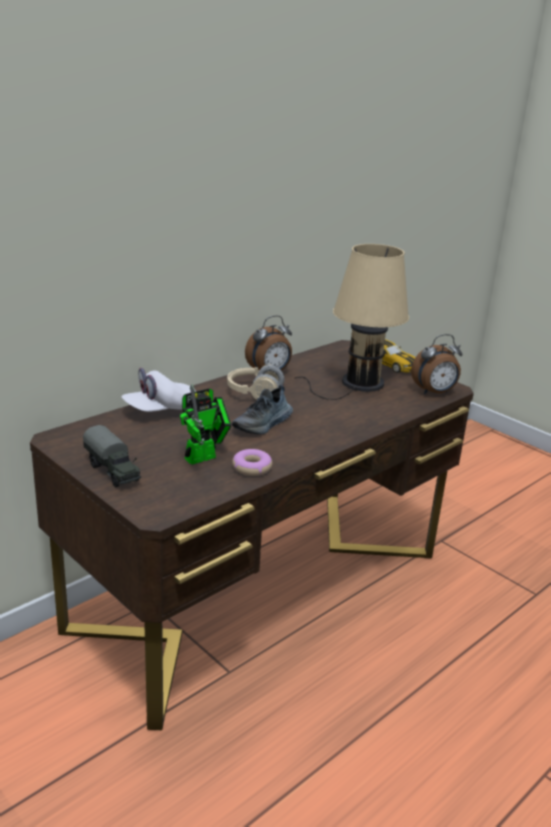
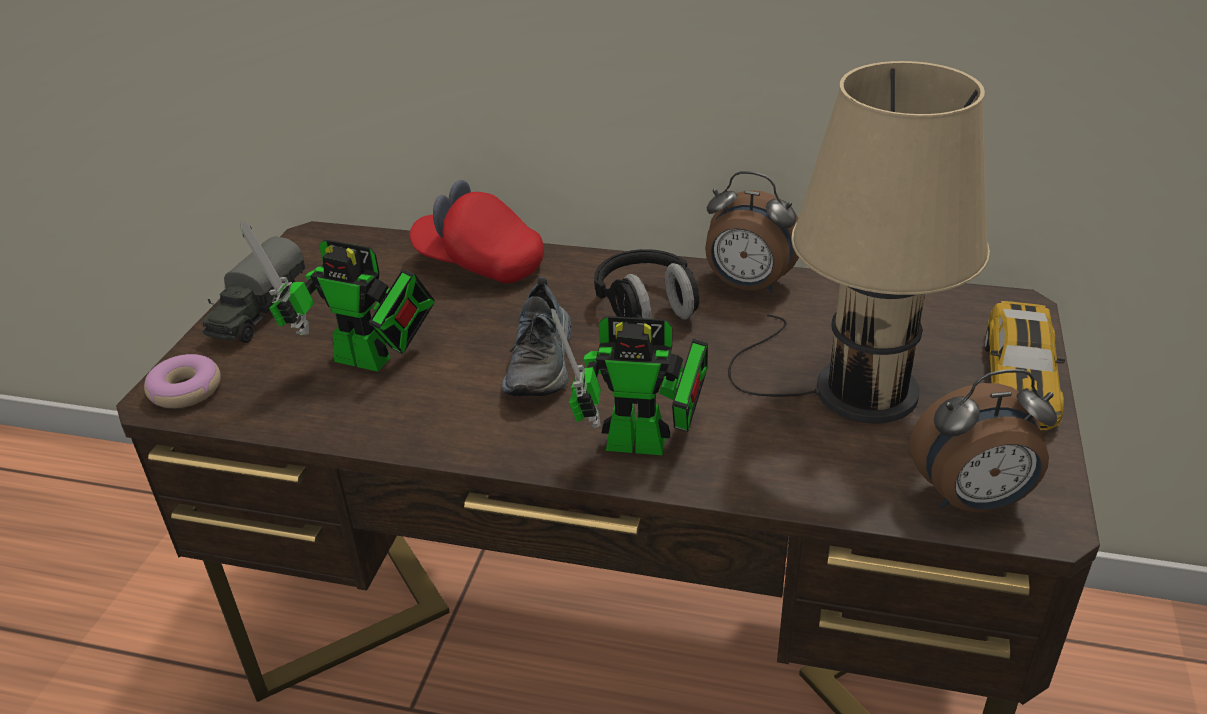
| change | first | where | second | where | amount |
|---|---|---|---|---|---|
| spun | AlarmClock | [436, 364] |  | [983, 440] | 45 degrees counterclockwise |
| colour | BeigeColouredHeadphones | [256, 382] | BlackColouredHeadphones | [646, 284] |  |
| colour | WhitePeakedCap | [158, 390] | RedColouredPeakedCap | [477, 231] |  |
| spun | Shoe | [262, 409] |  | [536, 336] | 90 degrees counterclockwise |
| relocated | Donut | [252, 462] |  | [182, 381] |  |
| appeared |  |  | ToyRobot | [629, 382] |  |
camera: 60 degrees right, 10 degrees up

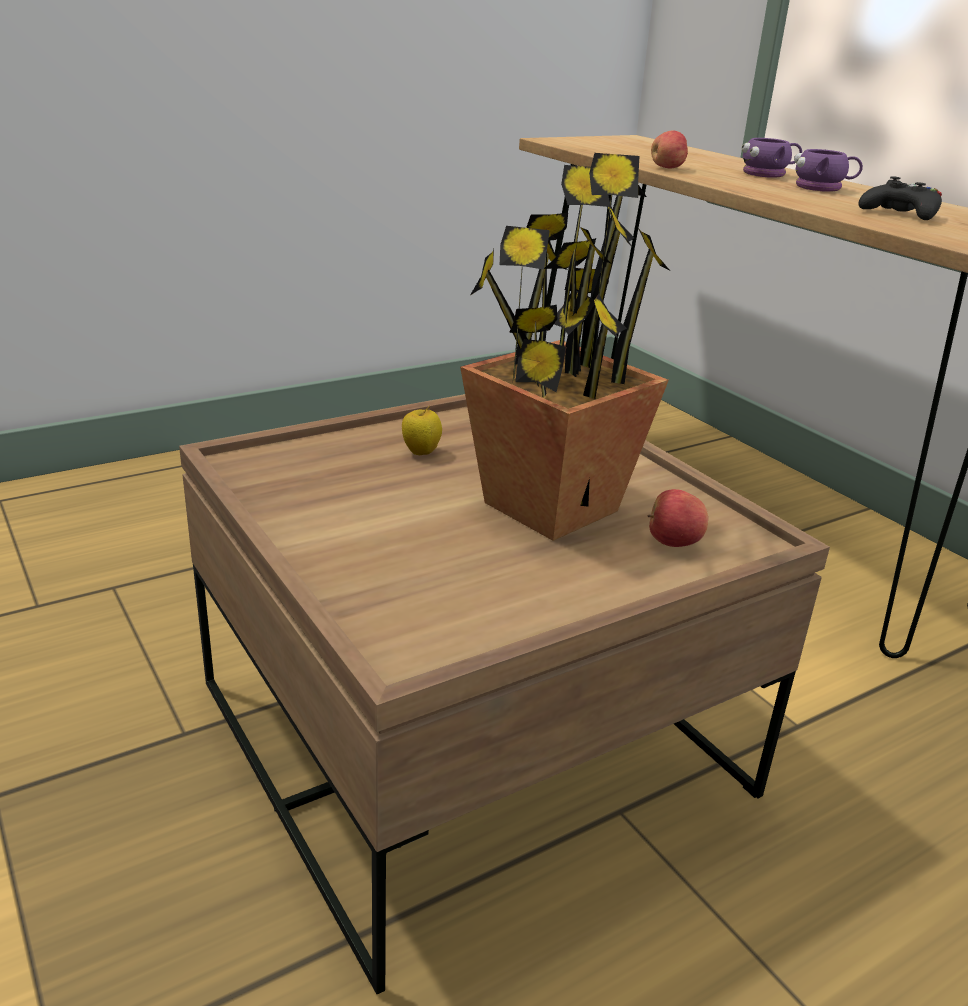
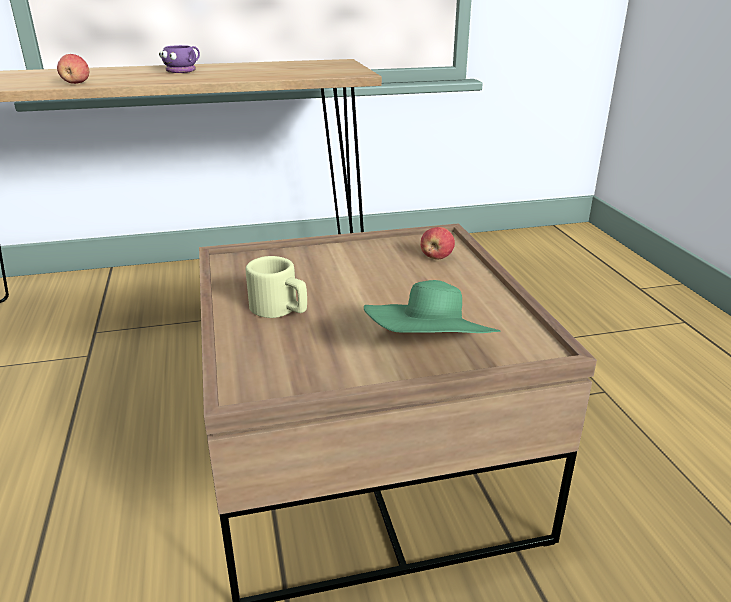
| change | first | where | second | where | amount |
|---|---|---|---|---|---|
| missing | PurpleCoffeeMug | [772, 158] |  |  |  |
| missing | PlantInAPot | [565, 347] |  |  |  |
| missing | BlackColouredGamepad | [900, 198] |  |  |  |
| exchanged | Apple | [422, 430] | BeigeColouredCoffeeMug | [276, 287] |  |
| appeared |  |  | GreenColouredWearableHat | [432, 306] |  |
camera: 70 degrees left, 0 degrees up

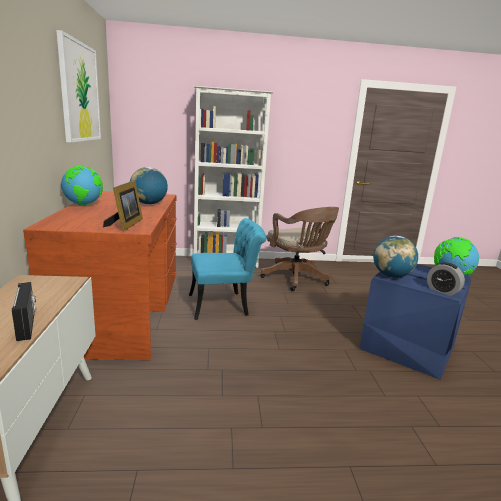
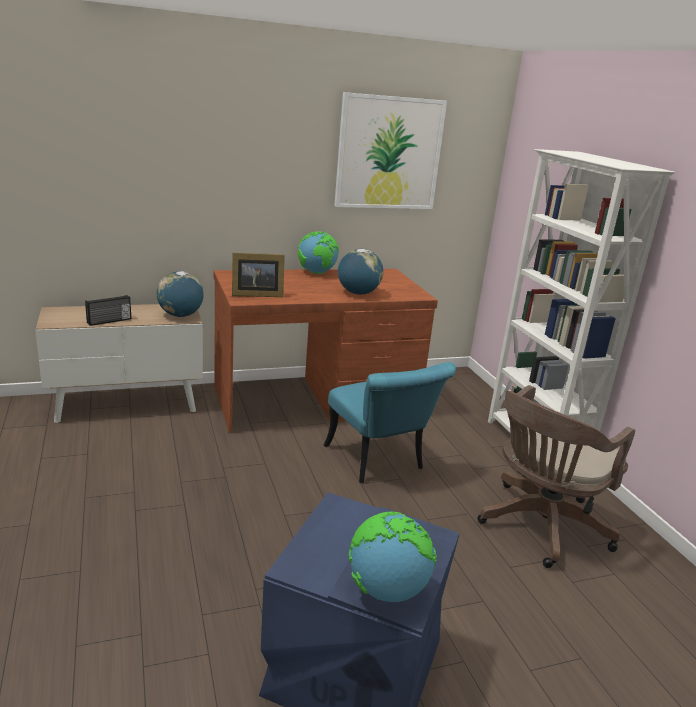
| change | first | where | second | where | amount |
|---|---|---|---|---|---|
| relocated | Globe | [395, 257] |  | [180, 294] |  |
| missing | AlarmClock | [446, 279] |  |  |  |
camera: 75 degrees right, 5 degrees up

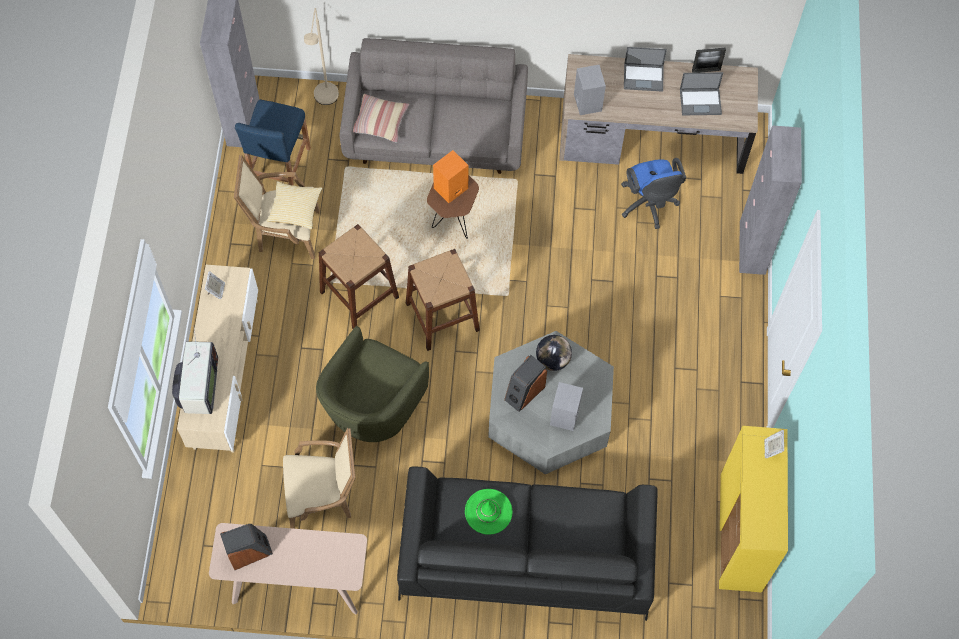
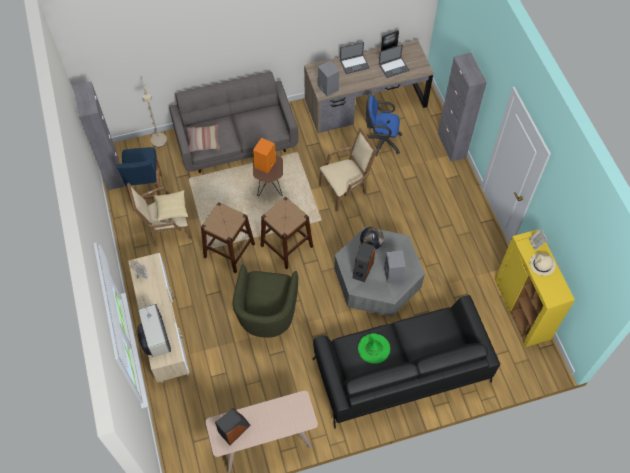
| change | first | where | second | where | amount |
|---|---|---|---|---|---|
| spun | BluishOfficeChair | [653, 193] |  | [384, 125] | 135 degrees clockwise |
| relocated | BeigeColouredLoungeChair | [319, 478] |  | [348, 170] |  |
| appeared |  |  | BeigeColouredWearableHat | [543, 264] |  |
camera: 20 degrees left, 5 degrees down

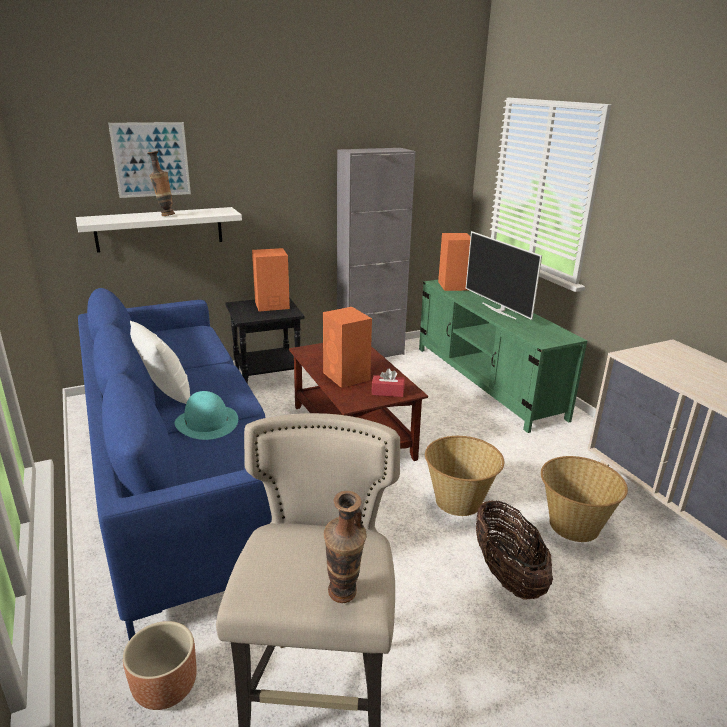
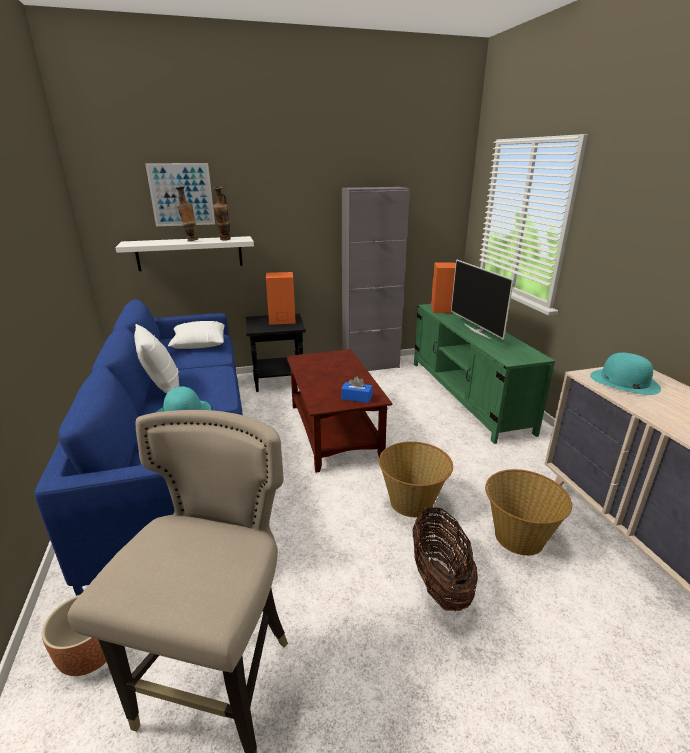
| change | first | where | second | where | amount |
|---|---|---|---|---|---|
| missing | OrangeLoudspeaker | [347, 347] |  |  |  |
| colour | RedColouredTissueBox | [388, 383] | BluishTissueBox | [356, 389] |  |
| relocated | FlowerVase | [345, 547] |  | [222, 213] |  |
| appeared |  |  | WhiteCushion | [196, 335] |  |
| appeared |  |  | TurquoiseColouredWearableHat | [625, 374] |  |
camera: 10 degrees right, 0 degrees up

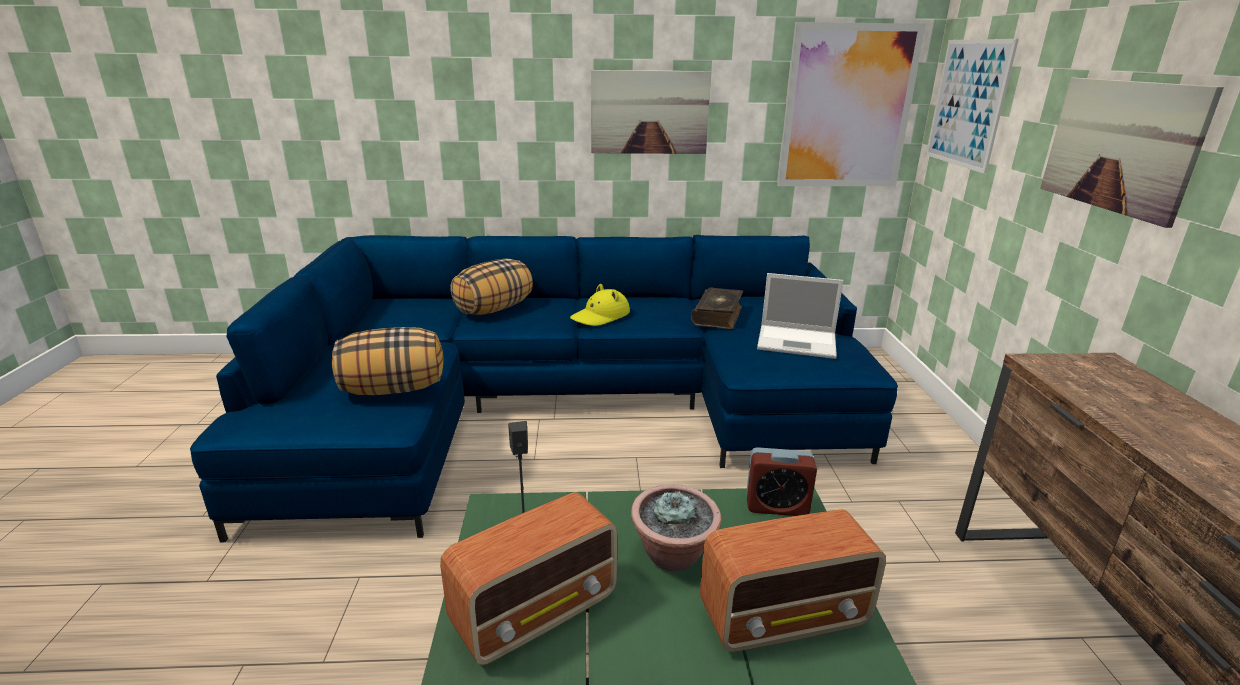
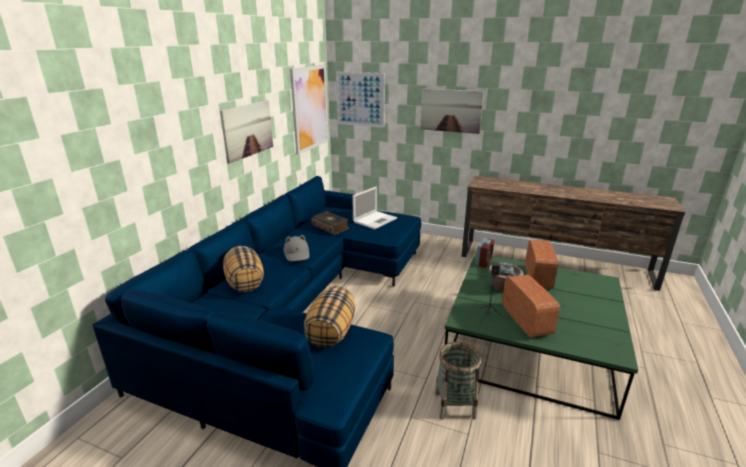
| change | first | where | second | where | amount |
|---|---|---|---|---|---|
| colour | YellowishWearableHat | [600, 305] | GreyishWearableHat | [296, 248] |  |
| appeared |  |  | Basket | [458, 381] |  |
camera: 65 degrees left, 0 degrees up

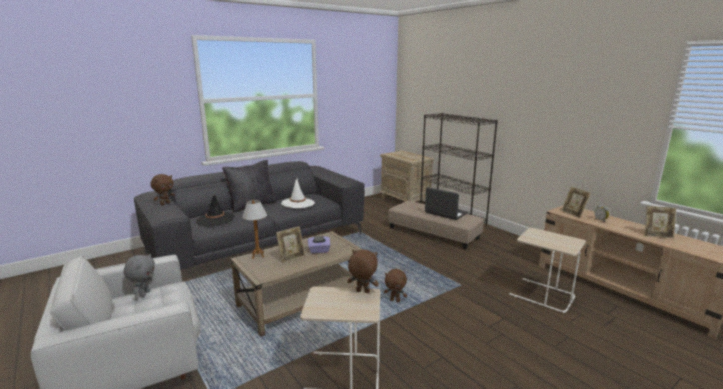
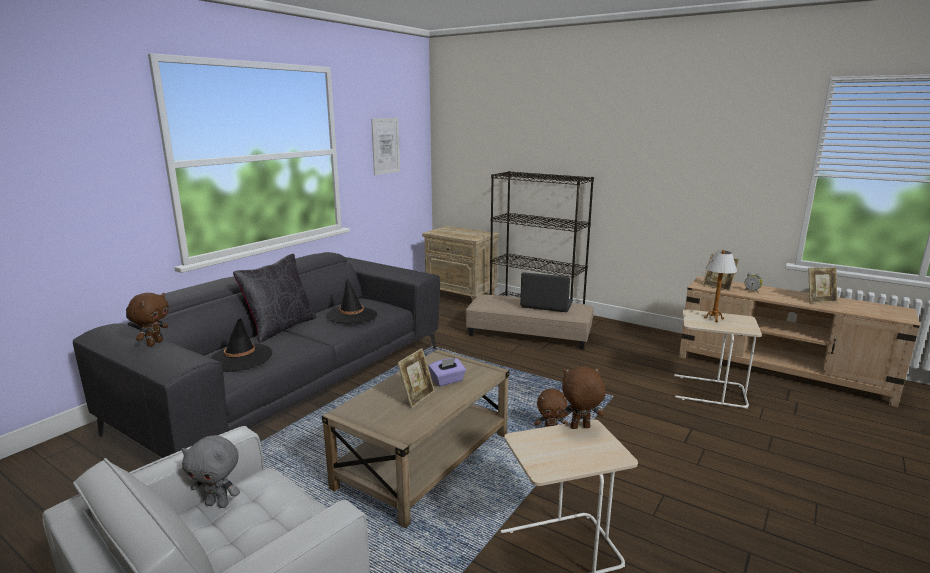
| change | first | where | second | where | amount |
|---|---|---|---|---|---|
| colour | WhiteWearableHat | [298, 193] | BlackColouredWearableHat | [351, 300] |  |
| relocated | TableLamp | [254, 229] |  | [720, 286] |  |
| spun | GreyishSoftToy | [139, 275] |  | [211, 471] | 120 degrees clockwise |
| appeared |  |  | WallArt | [385, 146] |  |
camera: 20 degrees left, 0 degrees up

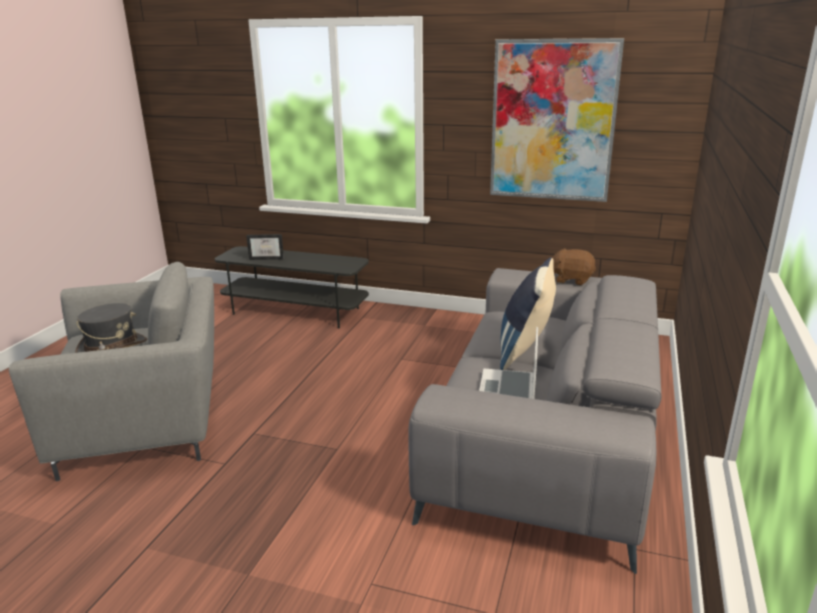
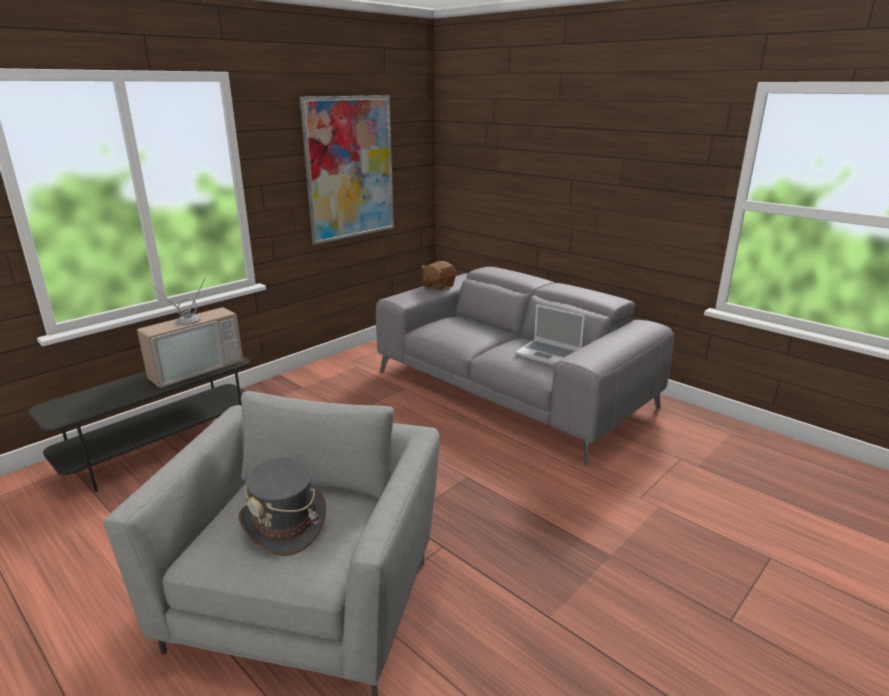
| change | first | where | second | where | amount |
|---|---|---|---|---|---|
| missing | StandingFrame | [265, 247] |  |  |  |
| missing | BluishCushion | [528, 314] |  |  |  |
| appeared |  |  | Tv | [190, 330] |  |
camera: 65 degrees left, 0 degrees up

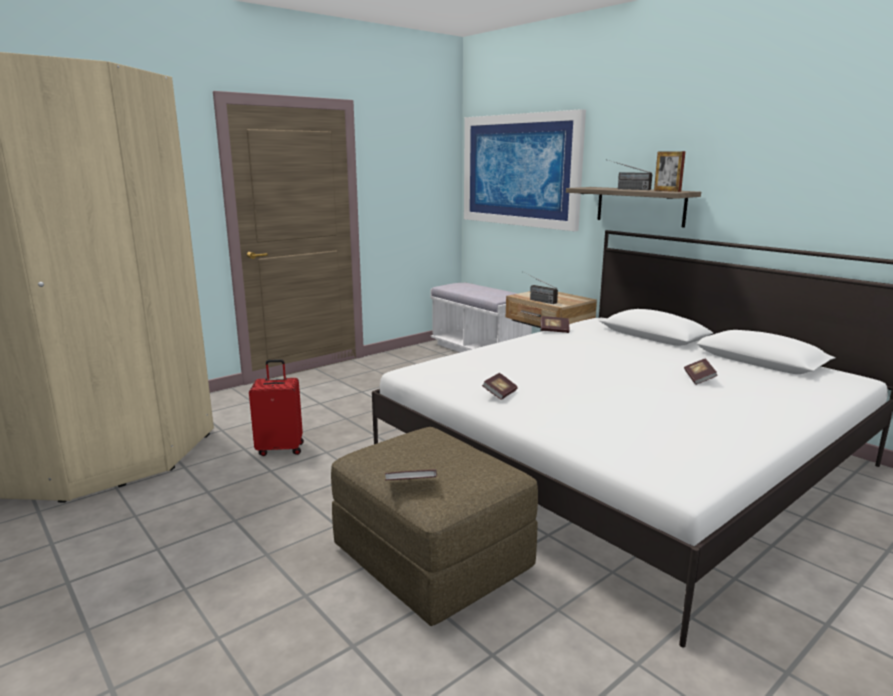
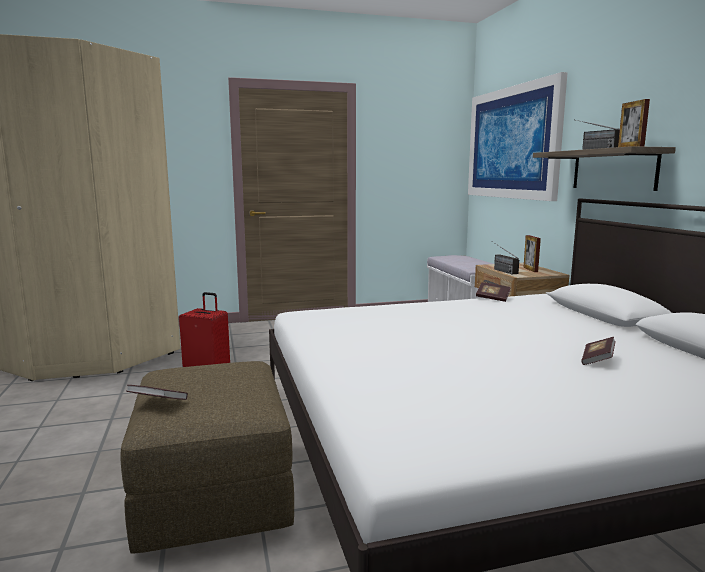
| change | first | where | second | where | amount |
|---|---|---|---|---|---|
| missing | Volume | [500, 386] |  |  |  |
| appeared |  |  | StandingFrame | [532, 253] |  |
camera: 25 degrees right, 5 degrees down

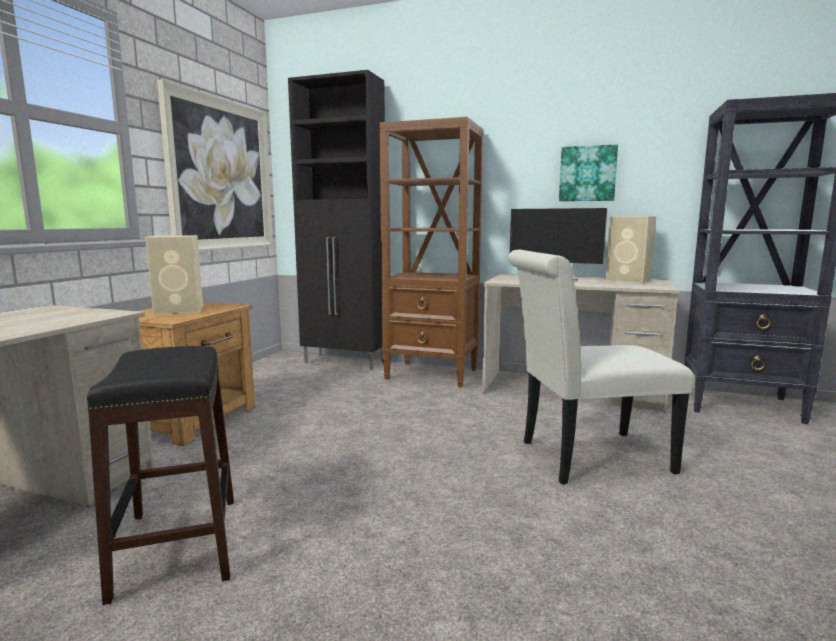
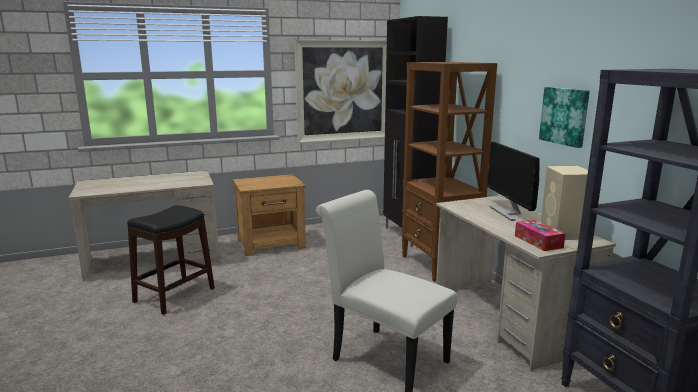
| change | first | where | second | where | amount |
|---|---|---|---|---|---|
| missing | BeigeColouredLoudspeaker | [174, 274] |  |  |  |
| appeared |  |  | TissueBox | [540, 235] |  |
camera: 50 degrees right, 5 degrees up

